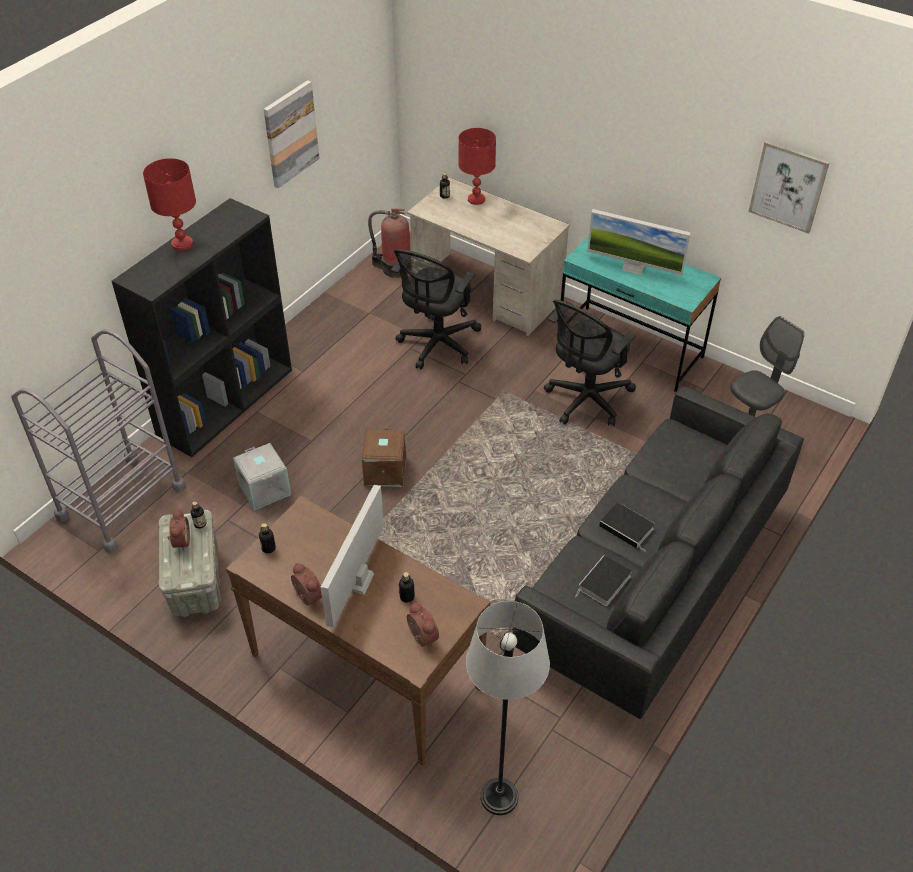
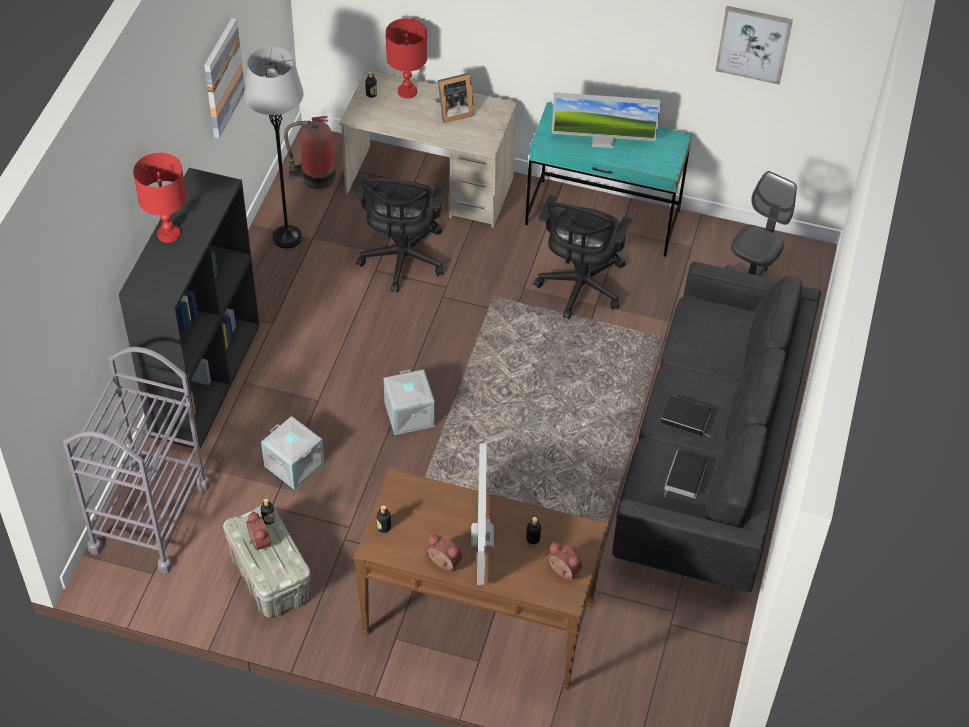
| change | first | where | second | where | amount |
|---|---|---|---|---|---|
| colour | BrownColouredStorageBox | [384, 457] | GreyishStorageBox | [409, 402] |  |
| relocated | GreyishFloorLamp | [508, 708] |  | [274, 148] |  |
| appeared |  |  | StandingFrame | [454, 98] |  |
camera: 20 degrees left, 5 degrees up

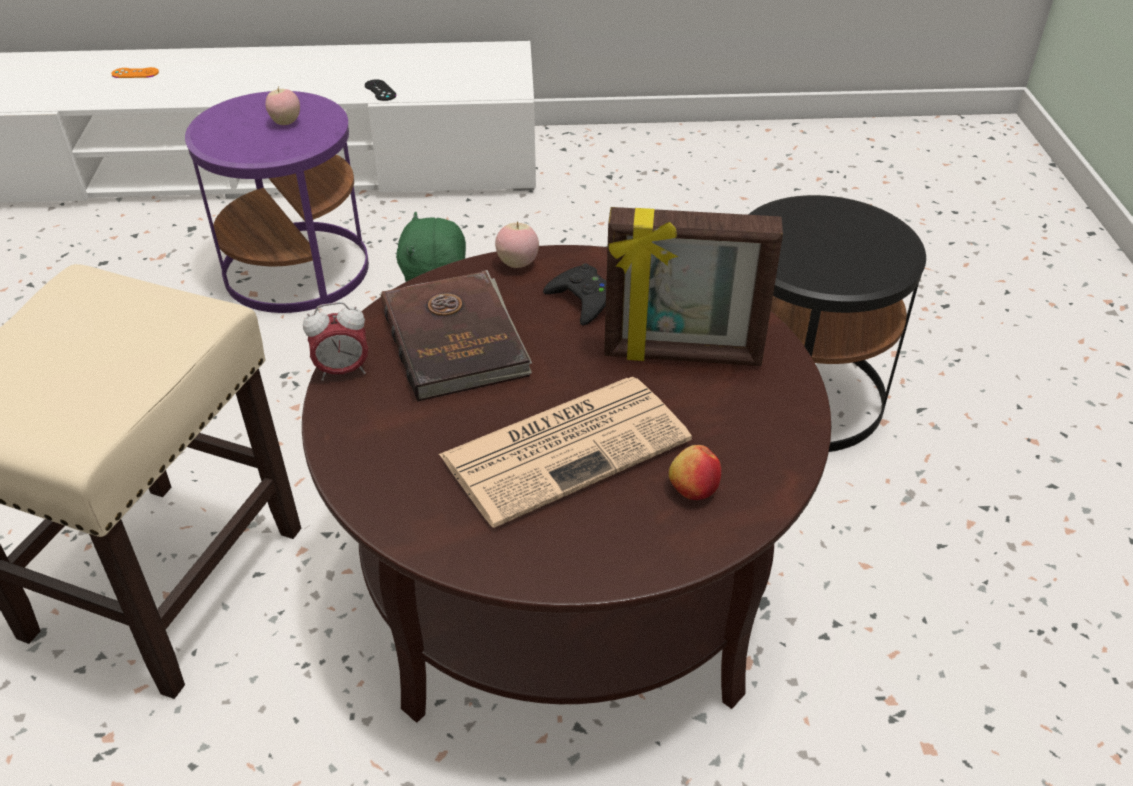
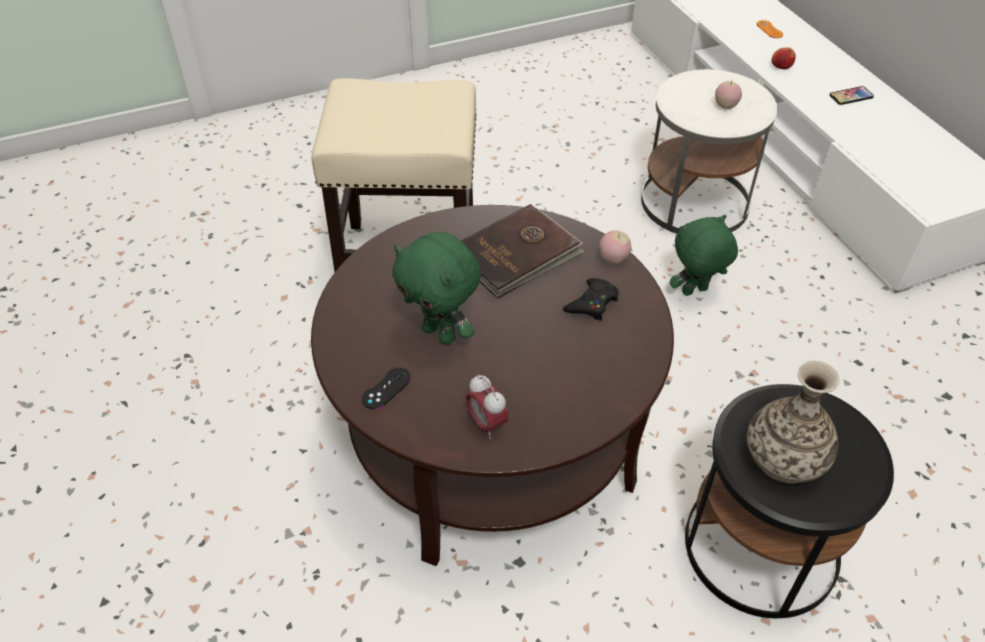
| change | first | where | second | where | amount |
|---|---|---|---|---|---|
| relocated | BlackColouredGamepad | [380, 90] |  | [386, 388] |  |
| colour | PurpleAccentTable | [277, 202] | WhiteAccentTable | [709, 151] |  |
| missing | StandingFrame | [693, 286] |  |  |  |
| relocated | AlarmClock | [335, 341] |  | [487, 406] |  |
| exchanged | DailyPaper | [565, 452] | GreenColouredSoftToy | [436, 288] |  |
| relocated | Apple | [695, 472] |  | [784, 58] |  |
| appeared |  |  | Telephone | [851, 95] |  |
| appeared |  |  | FlowerVase | [793, 422] |  |
camera: 70 degrees right, 5 degrees up

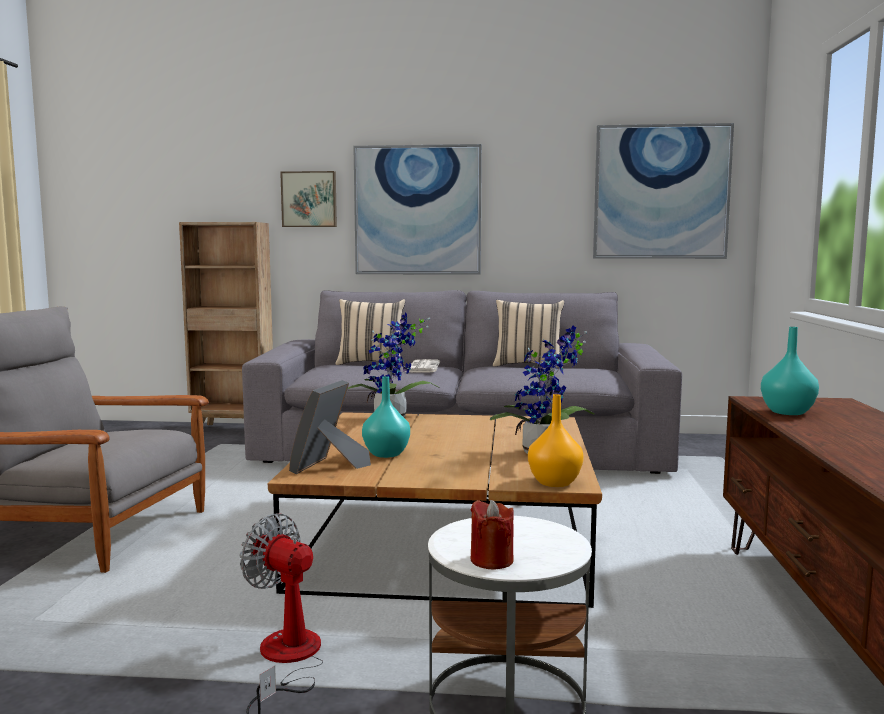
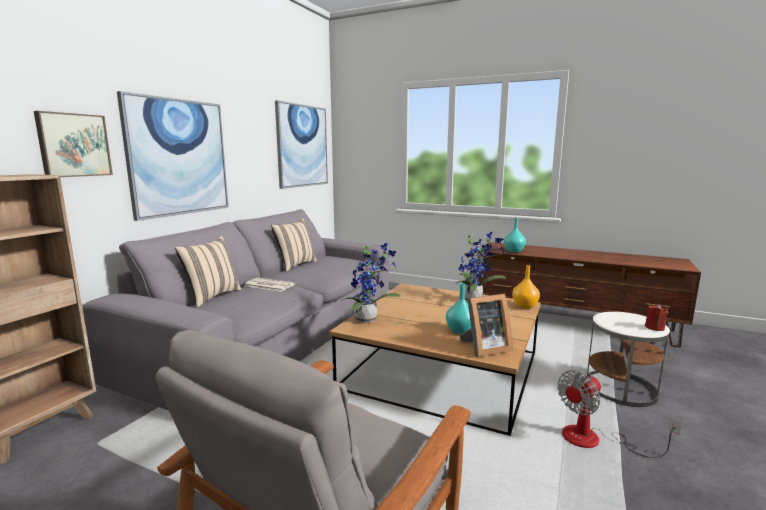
| change | first | where | second | where | amount |
|---|---|---|---|---|---|
| spun | StandingFrame | [330, 427] |  | [486, 325] | 60 degrees counterclockwise |
camera: 70 degrees left, 5 degrees up

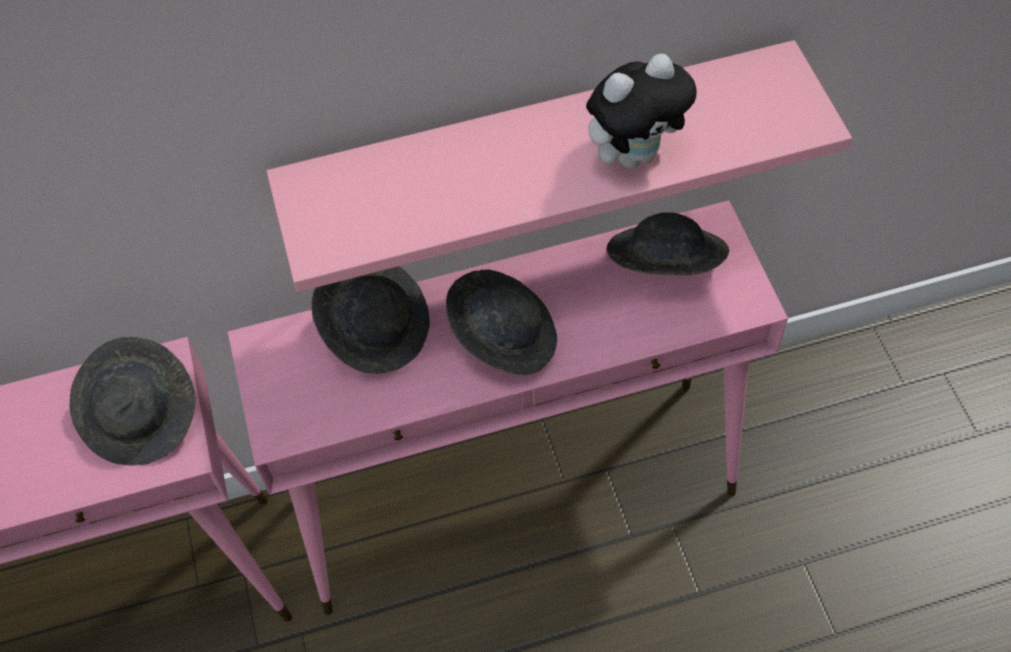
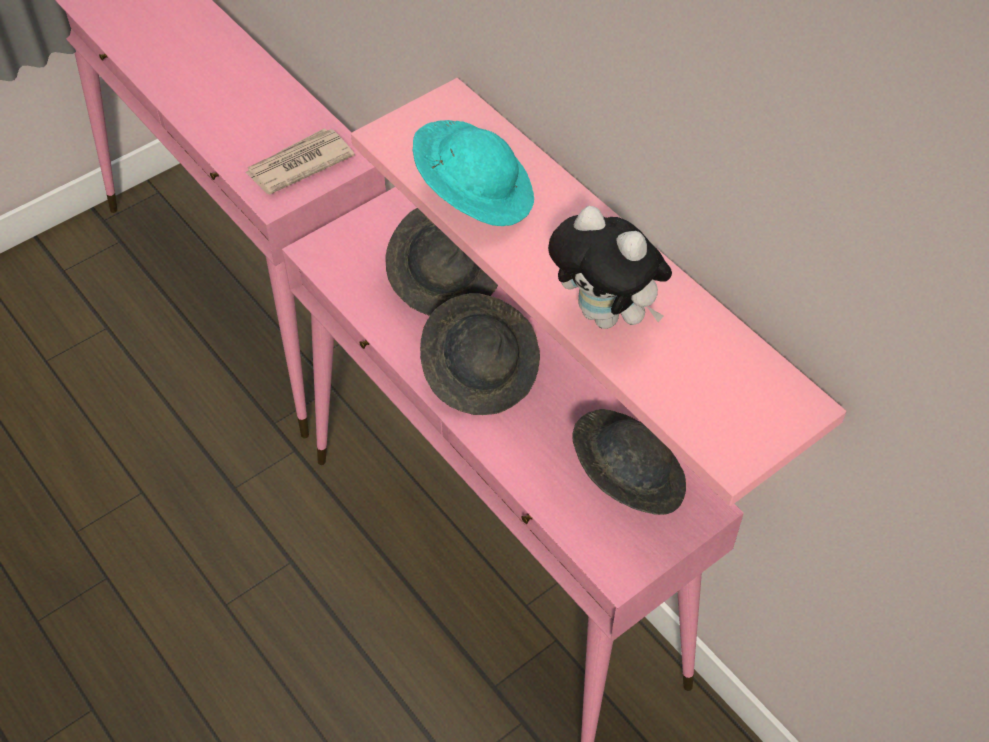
| change | first | where | second | where | amount |
|---|---|---|---|---|---|
| exchanged | GreyishWearableHat | [132, 401] | DailyPaper | [300, 161] |  |
| appeared |  |  | TurquoiseColouredWearableHat | [473, 173] |  |
camera: 65 degrees right, 5 degrees down

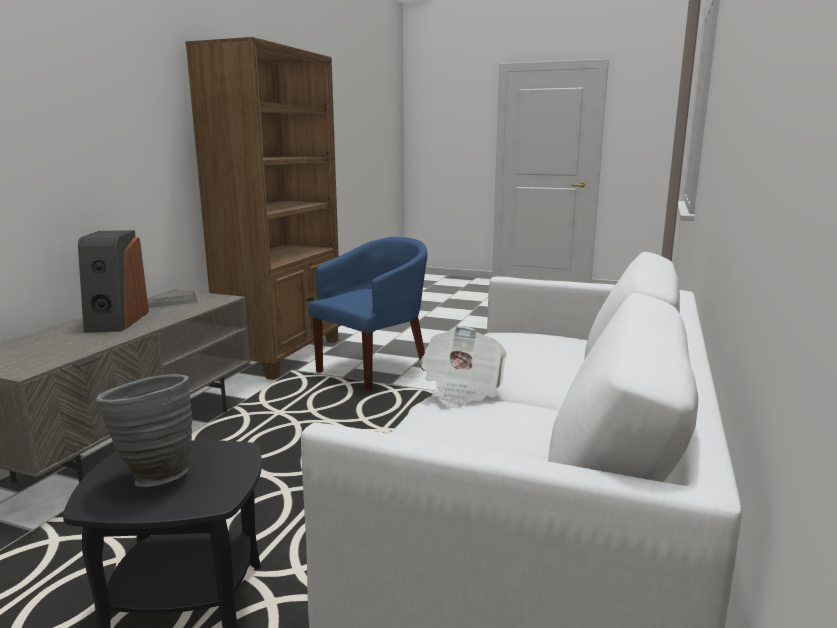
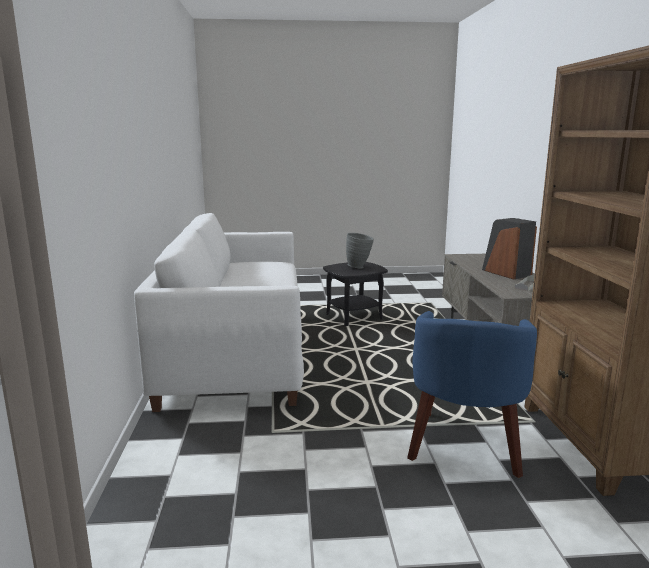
| change | first | where | second | where | amount |
|---|---|---|---|---|---|
| missing | DailyPaper | [463, 366] |  |  |  |
camera: 155 degrees right, 0 degrees up

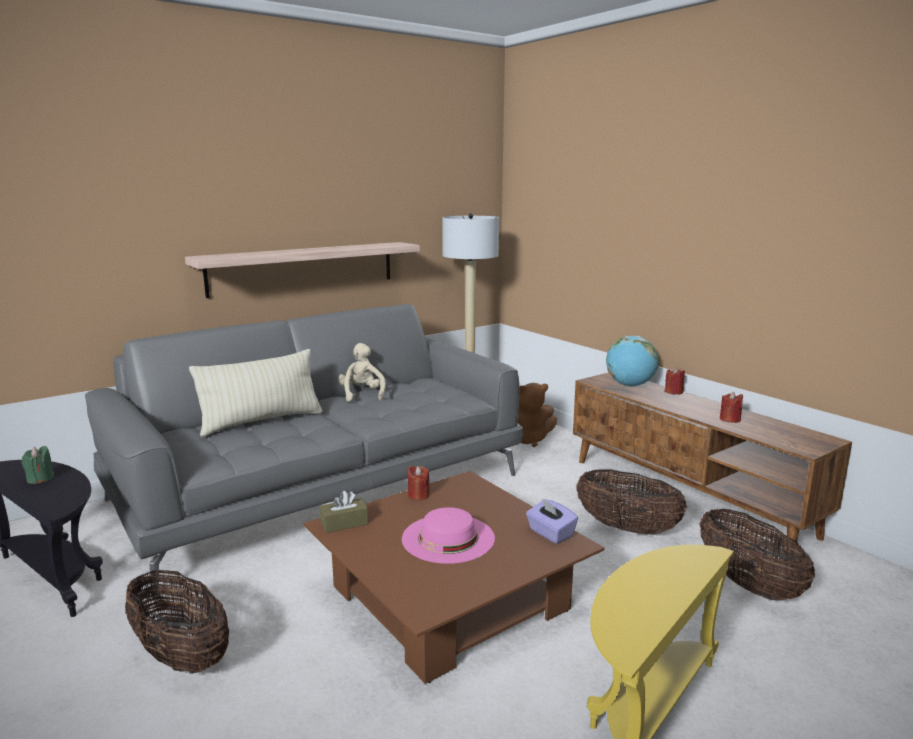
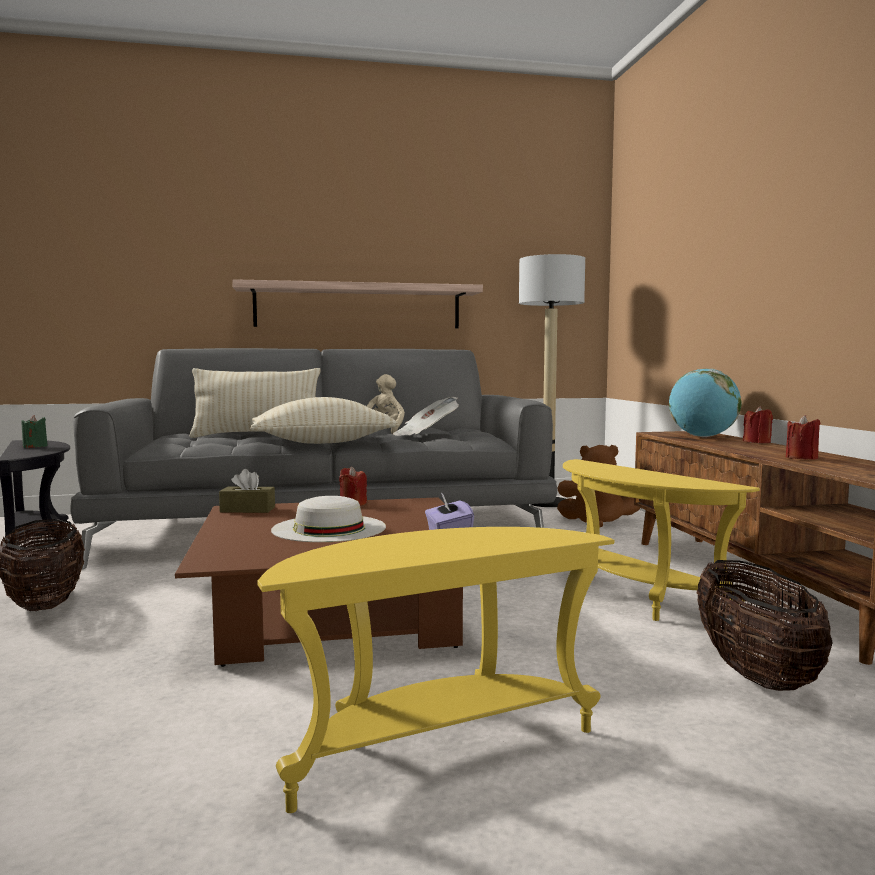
| change | first | where | second | where | amount |
|---|---|---|---|---|---|
| exchanged | Basket | [631, 502] | YellowishAccentTable | [661, 540] |  |
| colour | PinkishWearableHat | [448, 535] | WhiteWearableHat | [328, 519] |  |
| appeared |  |  | BeigeColouredCushion | [324, 420] |  |
| appeared |  |  | DailyPaper | [426, 416] |  |
camera: 25 degrees right, 10 degrees down

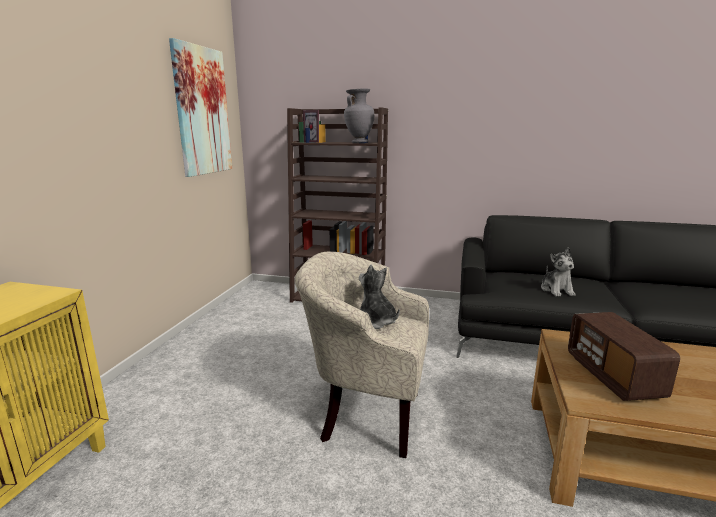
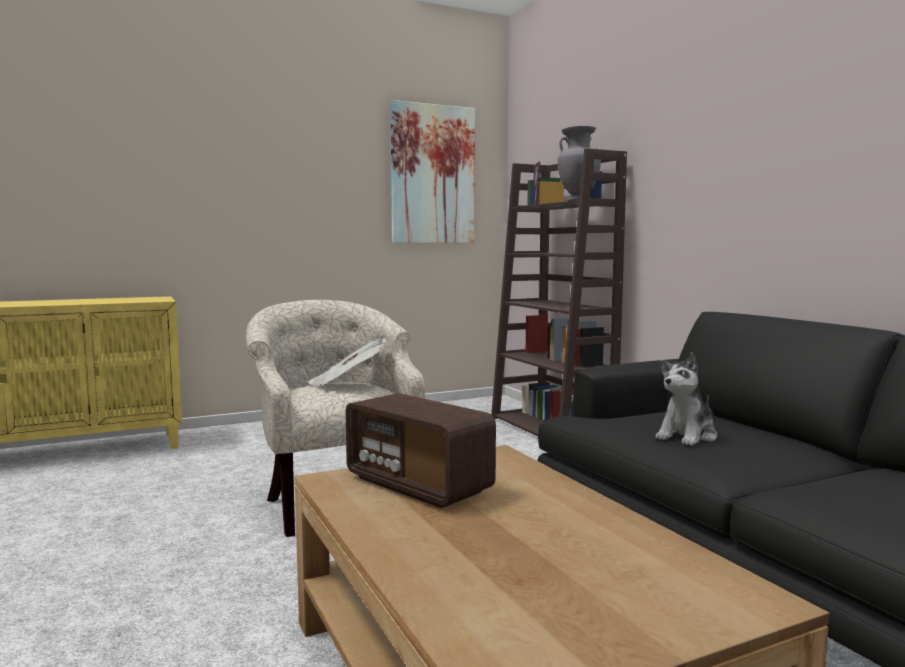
| change | first | where | second | where | amount |
|---|---|---|---|---|---|
| exchanged | SoftToy | [379, 297] | DailyPaper | [347, 362] |  |
| spun | RadioReceiver | [624, 356] |  | [421, 450] | 90 degrees counterclockwise |
camera: 50 degrees right, 10 degrees down

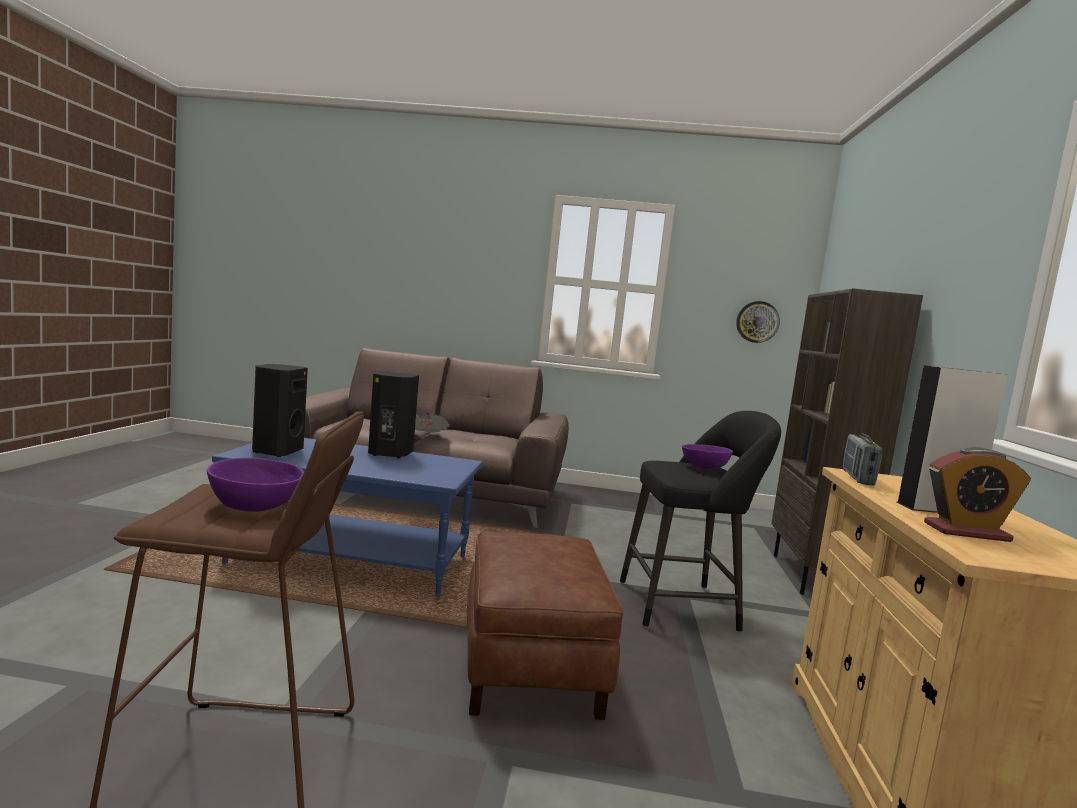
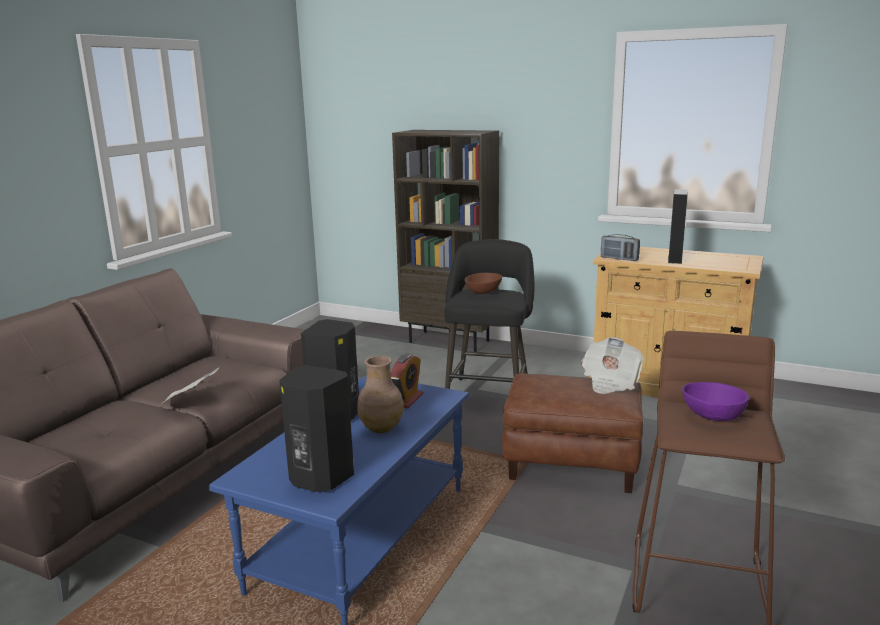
| change | first | where | second | where | amount |
|---|---|---|---|---|---|
| missing | HangingClock | [758, 322] |  |  |  |
| colour | PurpleBowl | [707, 456] | BrownColouredBowl | [483, 283] |  |
| relocated | AlarmClock | [977, 494] |  | [407, 381] |  |
| appeared |  |  | DailyPaper | [612, 365] |  |
| appeared |  |  | BrownColouredFlowerVase | [380, 394] |  |
camera: 70 degrees left, 10 degrees up

